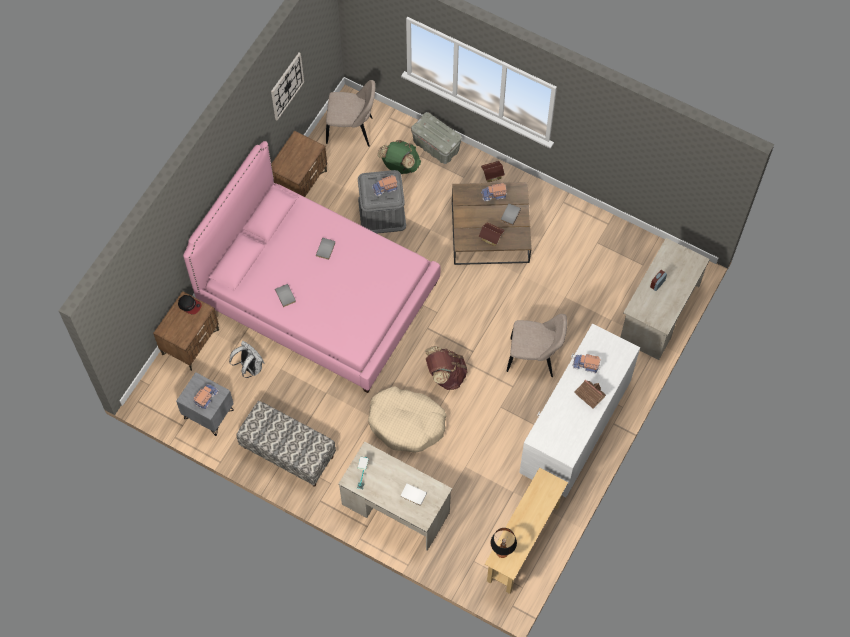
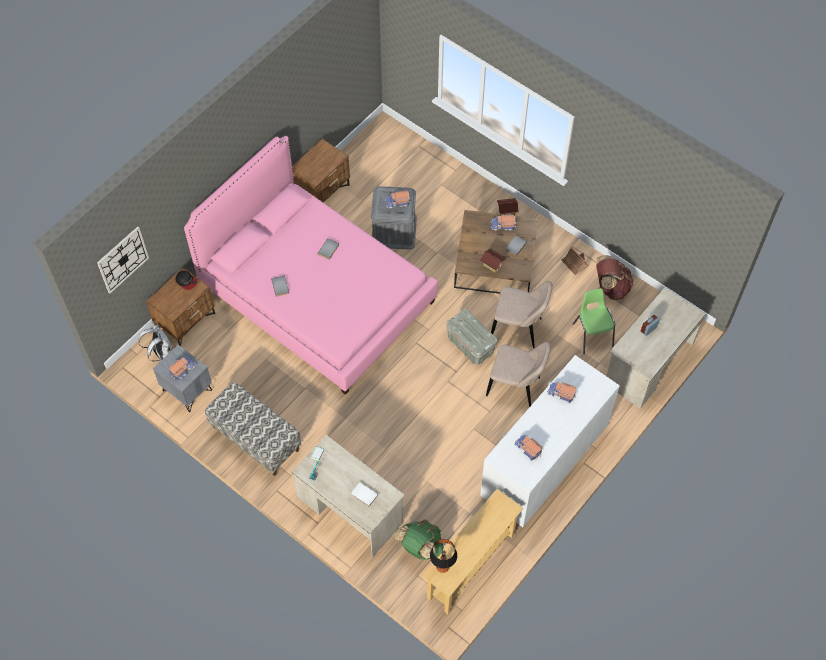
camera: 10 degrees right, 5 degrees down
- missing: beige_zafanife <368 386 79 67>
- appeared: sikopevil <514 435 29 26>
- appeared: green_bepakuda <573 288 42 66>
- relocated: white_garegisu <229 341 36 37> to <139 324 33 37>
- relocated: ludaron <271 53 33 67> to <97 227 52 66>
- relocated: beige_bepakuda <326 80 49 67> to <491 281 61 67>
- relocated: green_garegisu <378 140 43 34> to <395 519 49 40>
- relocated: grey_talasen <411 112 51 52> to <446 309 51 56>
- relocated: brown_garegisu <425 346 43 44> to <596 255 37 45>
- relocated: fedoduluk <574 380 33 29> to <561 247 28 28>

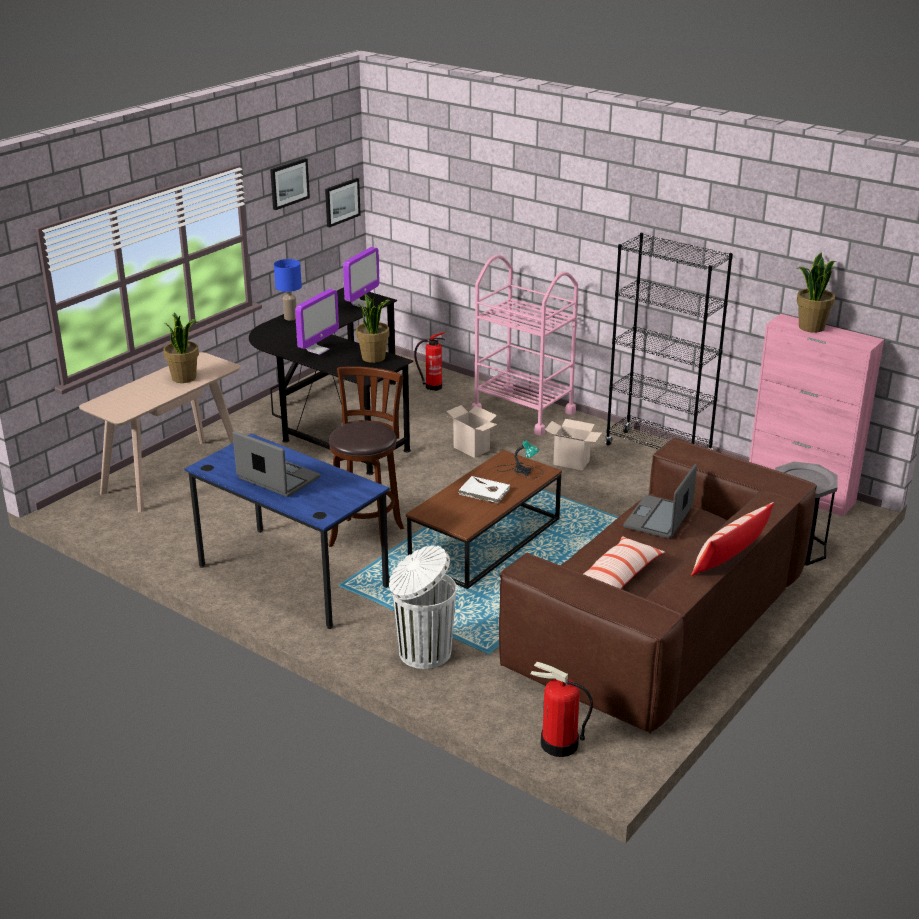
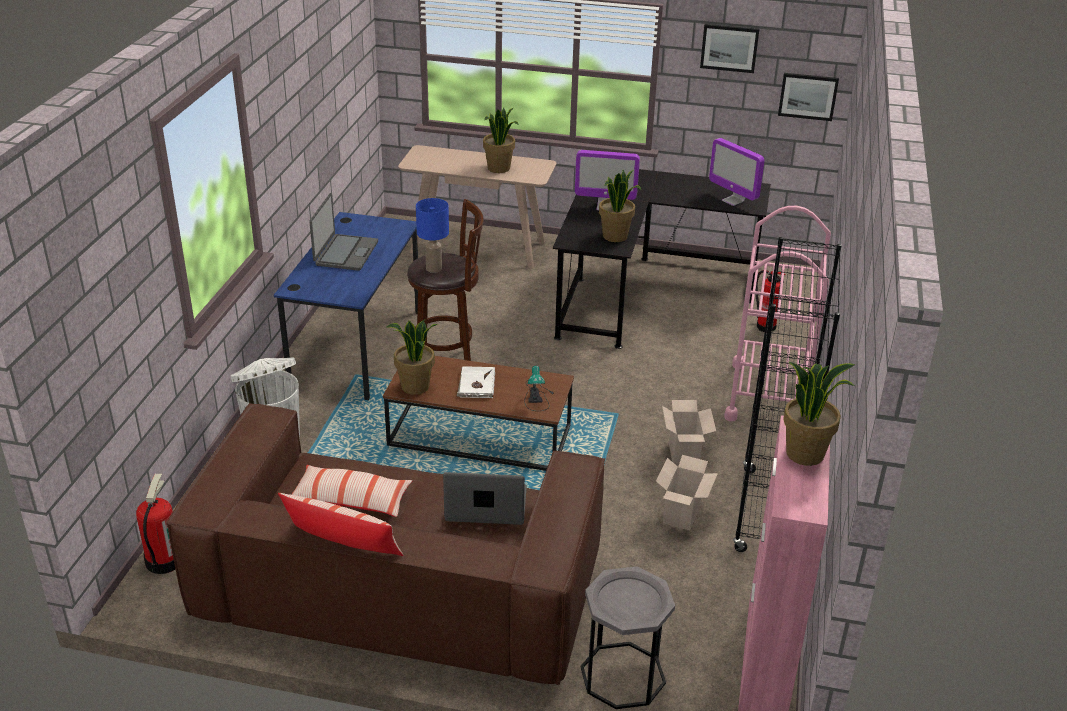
camera: 65 degrees right, 5 degrees up
- appeared: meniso <386 319 52 76>
- relocated: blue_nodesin <274 259 28 61> to <416 198 33 75>
- relocated: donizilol <446 405 52 53> to <656 455 62 75>
- spun: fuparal <343 247 36 61> = <709 138 55 68> 45 degrees clockwise

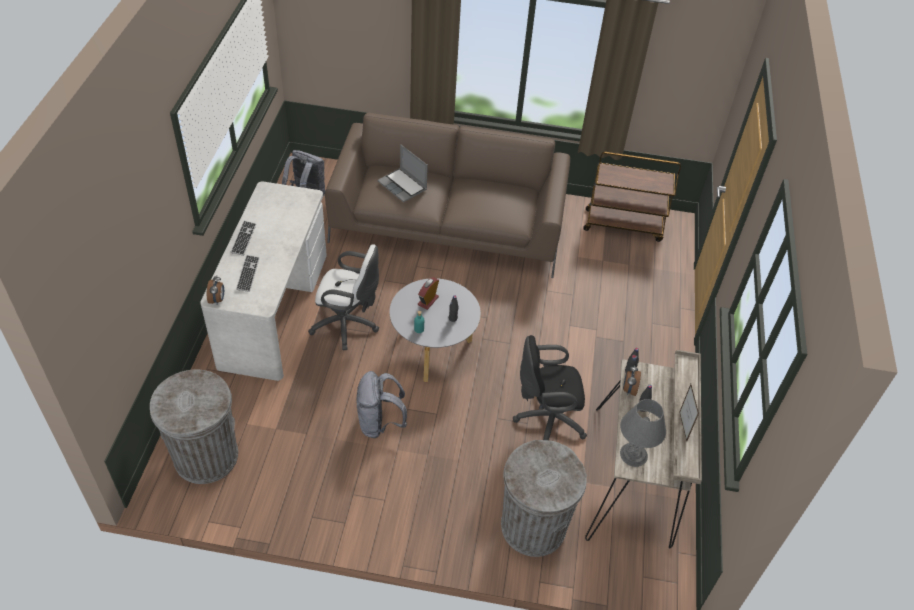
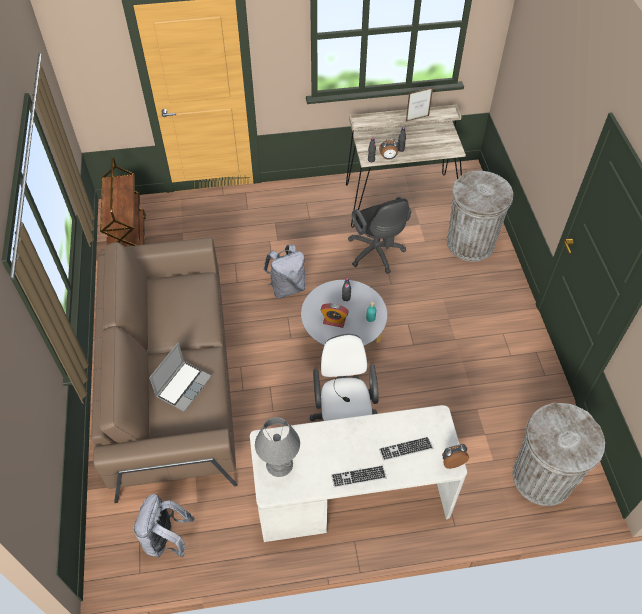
camera: 105 degrees left, 5 degrees up
- relocated: grey_garegisu <357 371 50 67> to <263 245 42 54>
- relocated: grey_nodesin <620 399 46 68> to <255 417 45 60>

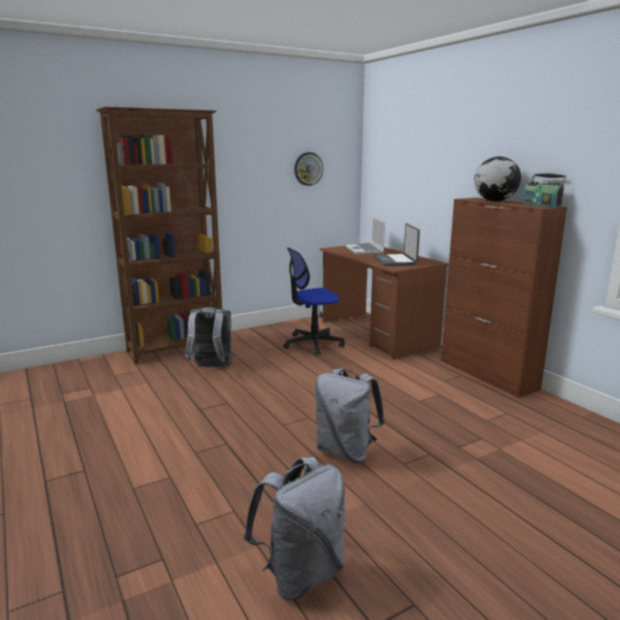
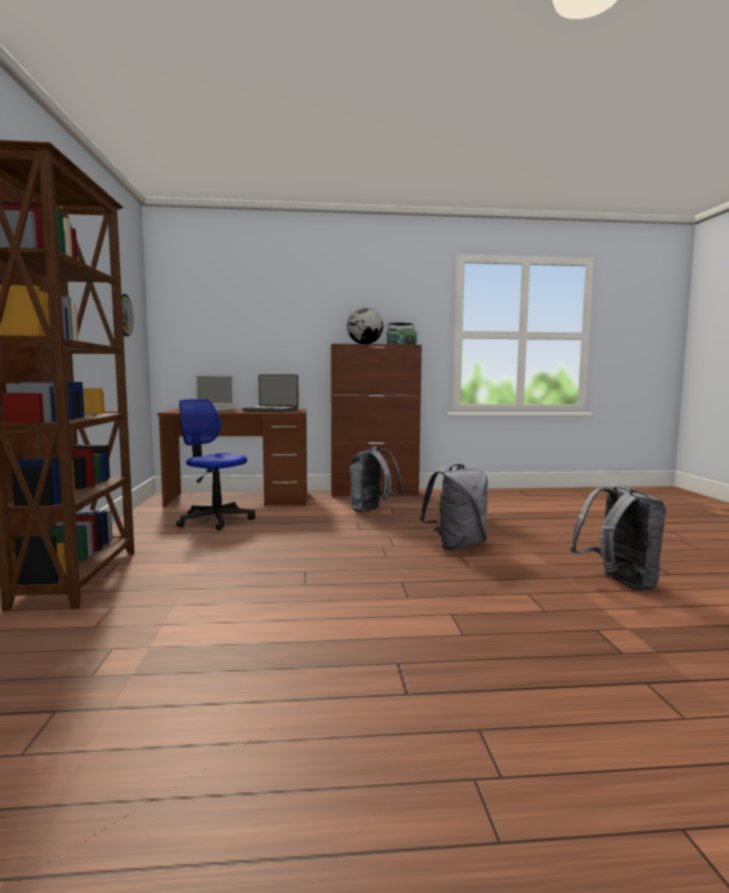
camera: 65 degrees left, 10 degrees down
- relocated: grey_garegisu <185 307 48 60> to <350 446 53 67>
- spun: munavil <283 247 62 109> = <176 399 79 131> 120 degrees clockwise

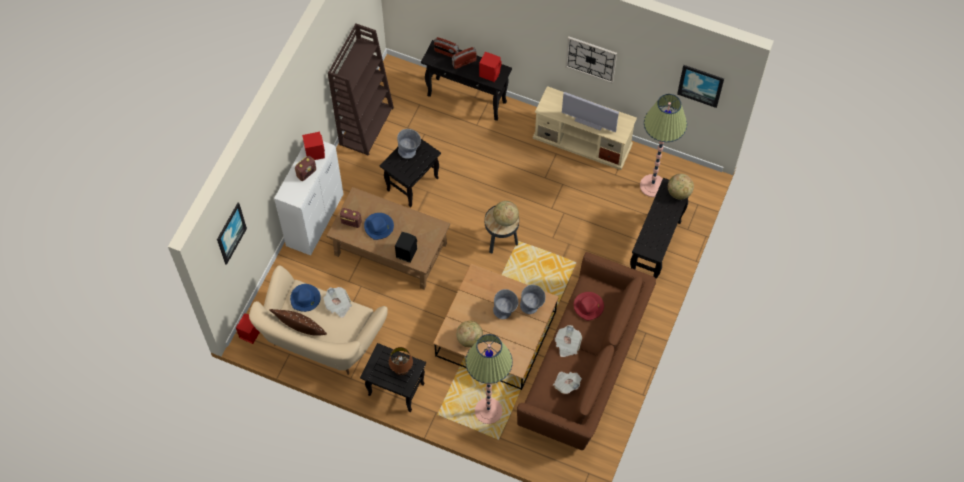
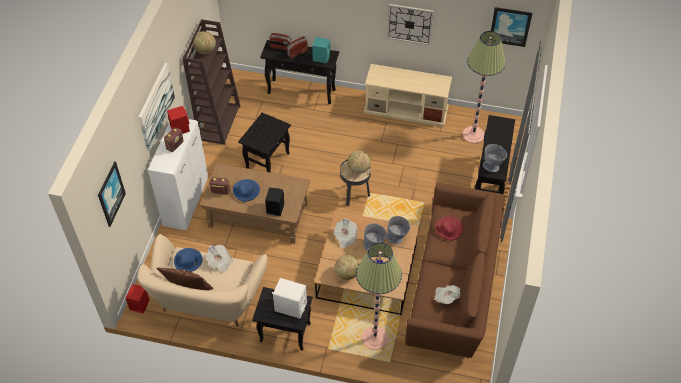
camera: 10 degrees left, 10 degrees down
- missing: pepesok <562 92 57 40>
- appeared: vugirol <139 63 36 88>
- relocated: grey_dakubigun <397 129 24 30> to <483 144 24 28>
- relocated: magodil <555 325 27 32> to <334 218 24 30>
- relocated: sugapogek <668 174 26 26> to <193 31 23 23>
- exchanged: brown_nodesin <389 347 24 28> to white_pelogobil <272 278 35 41>
- colour: red_pelogobil <479 52 23 30> to turquoise_pelogobil <312 37 19 27>

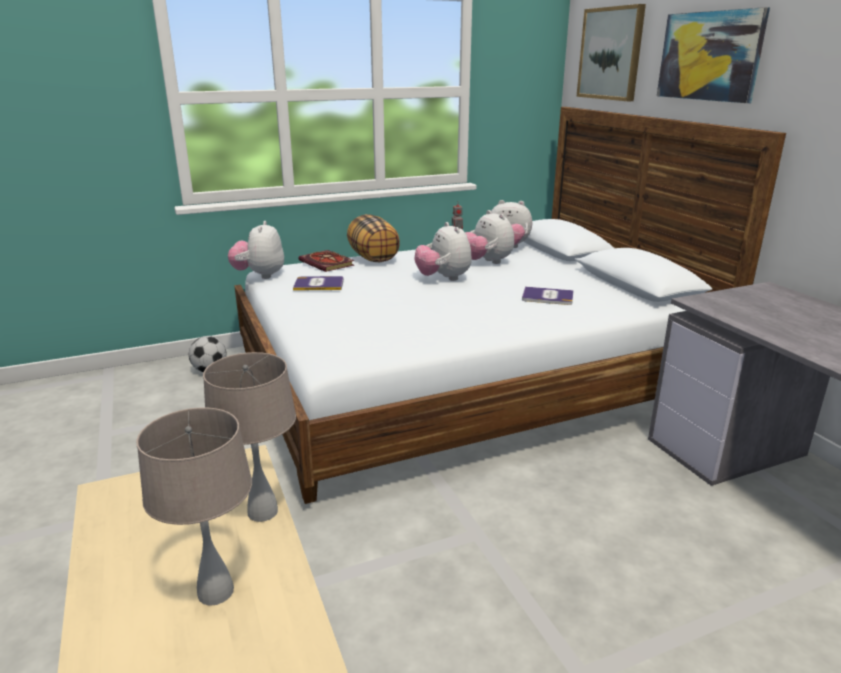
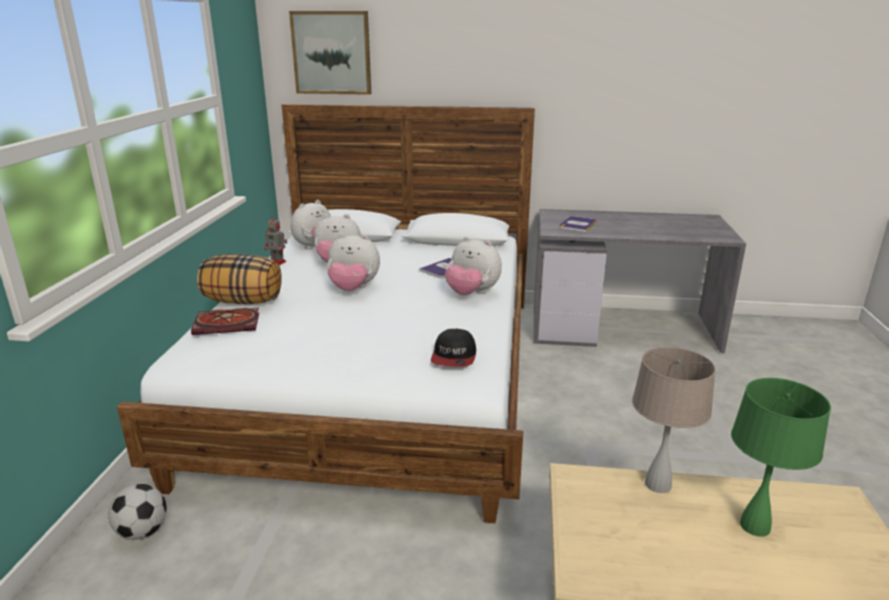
camera: 60 degrees left, 0 degrees up
- missing: vugirol <657 7 113 96>
- appeared: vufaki <431 329 45 38>
- relocated: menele <228 221 56 58> to <445 237 57 58>
- relocated: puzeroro <293 276 51 15> to <559 216 39 16>
- colour: beige_nodesin <136 407 116 199> to green_nodesin <731 378 100 159>

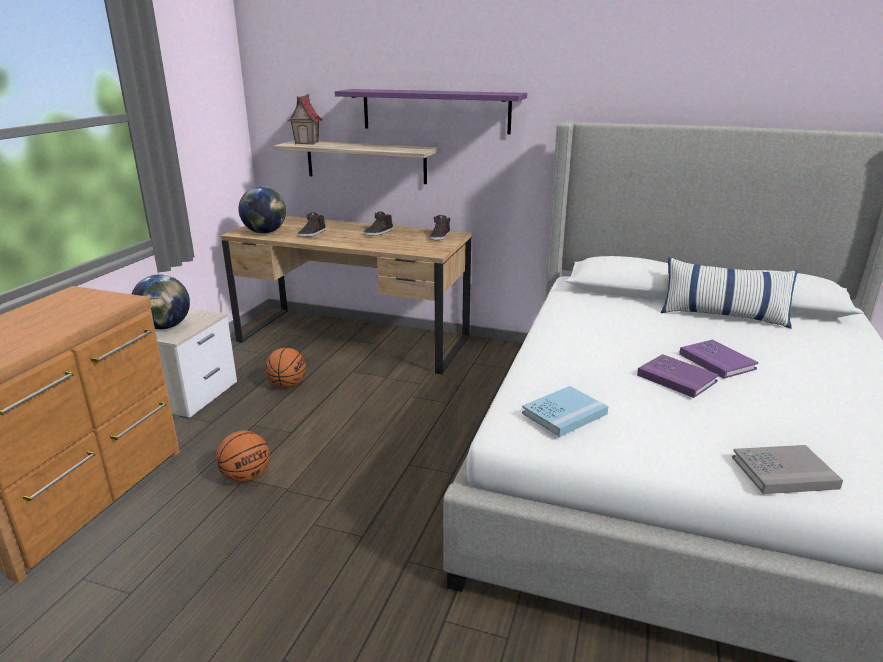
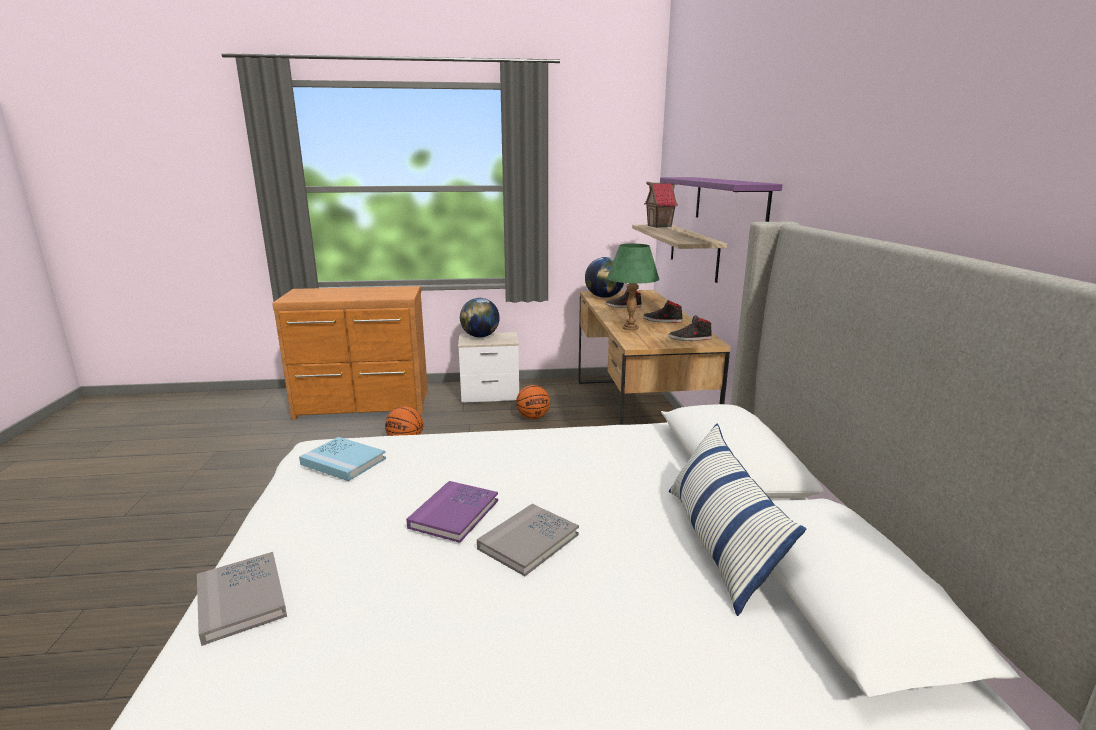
camera: 65 degrees right, 5 degrees down
- appeared: green_nodesin <607 244 52 86>
- colour: purple_puzeroro <679 340 79 39> to grey_puzeroro <477 504 102 72>

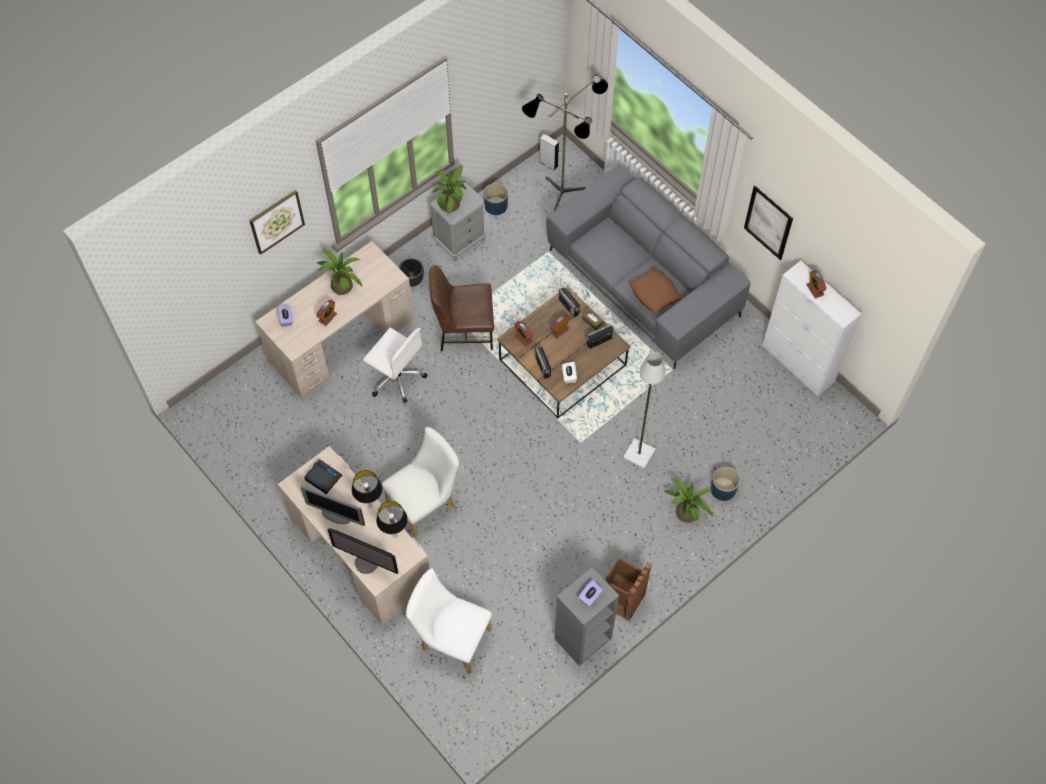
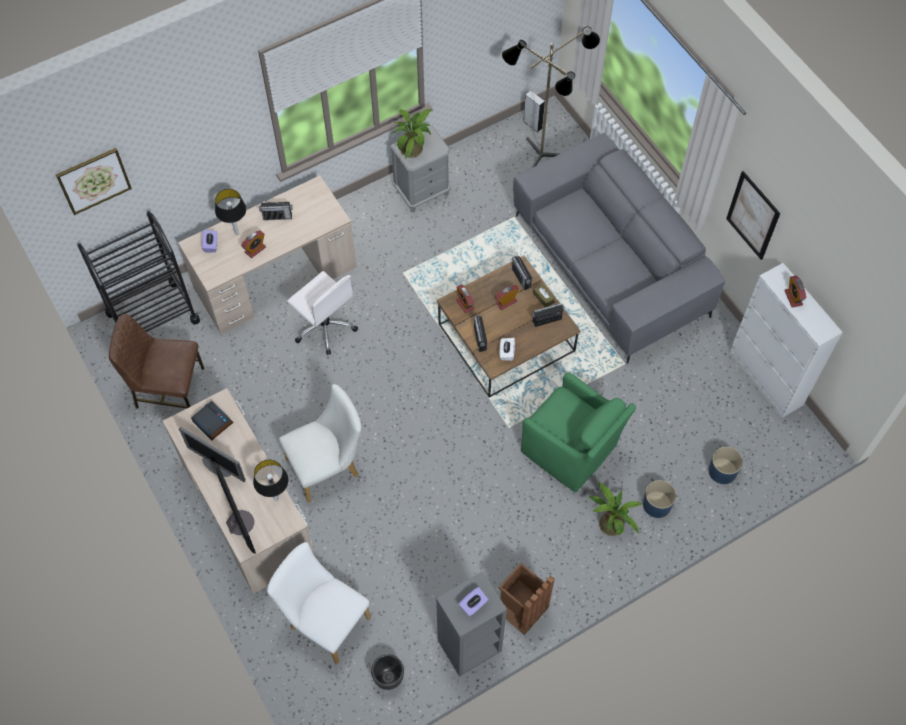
camera: 10 degrees right, 0 degrees up
- missing: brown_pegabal <629 267 52 47>
- appeared: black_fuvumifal <78 212 122 120>
- relocated: vugirol <249 190 56 65> to <56 148 76 67>
- relocated: nodesin <352 470 30 38> to <215 189 31 46>
- relocated: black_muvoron <399 258 25 29> to <371 654 33 36>
- relocated: brown_bepakuda <429 265 65 86> to <109 314 95 95>
- relocated: blue_muvoron <484 183 24 32> to <708 447 35 37>
- exchanged: meniso <317 248 45 47> to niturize <259 201 34 19>
- exchanged: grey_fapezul <623 352 42 117> to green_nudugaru <521 372 115 120>
- spun: fuparal <327 528 71 46> = <216 465 40 88> 150 degrees counterclockwise

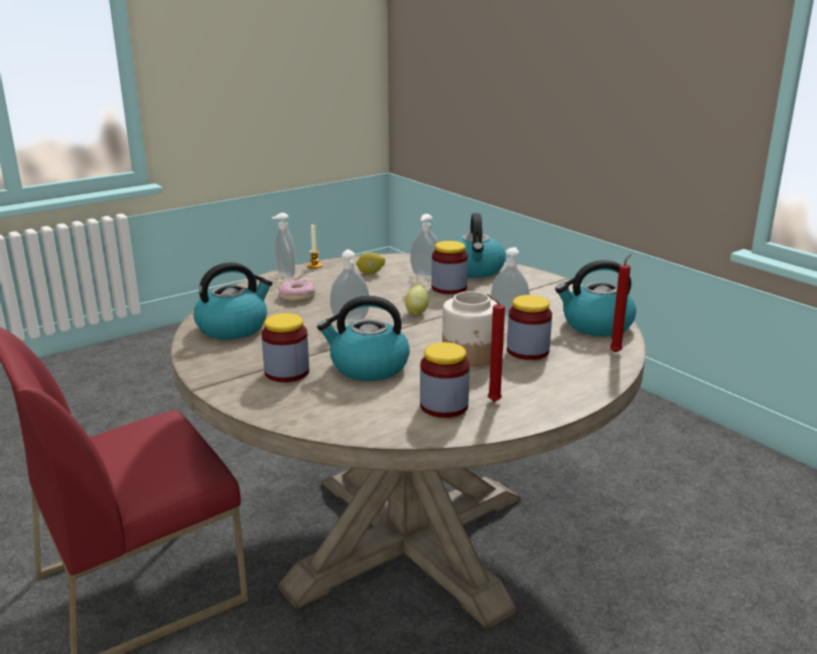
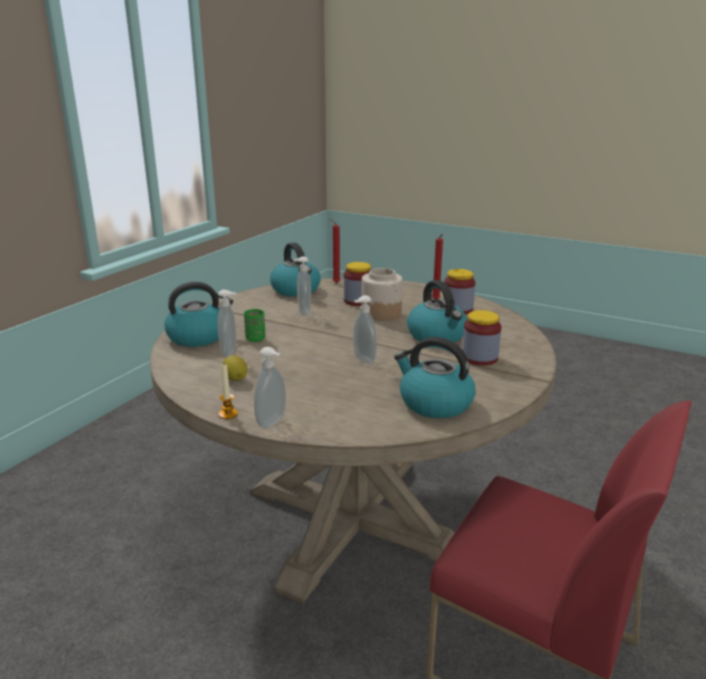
camera: 115 degrees left, 0 degrees up
- missing: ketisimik <278 280 37 22>
- missing: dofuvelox <405 284 24 32>
- exchanged: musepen <432 241 36 53> to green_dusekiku <244 309 21 33>

